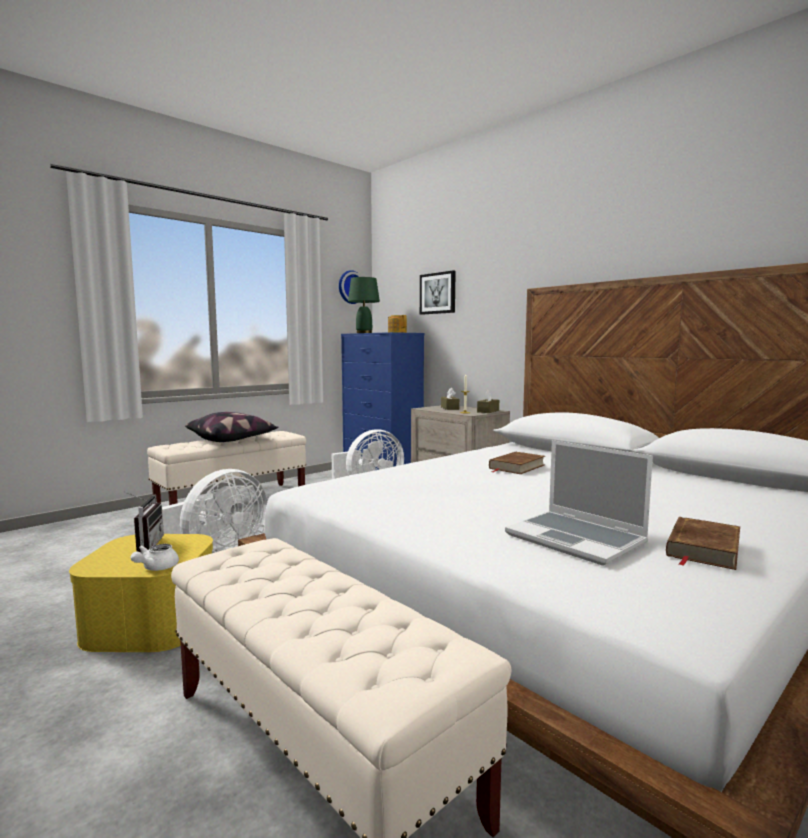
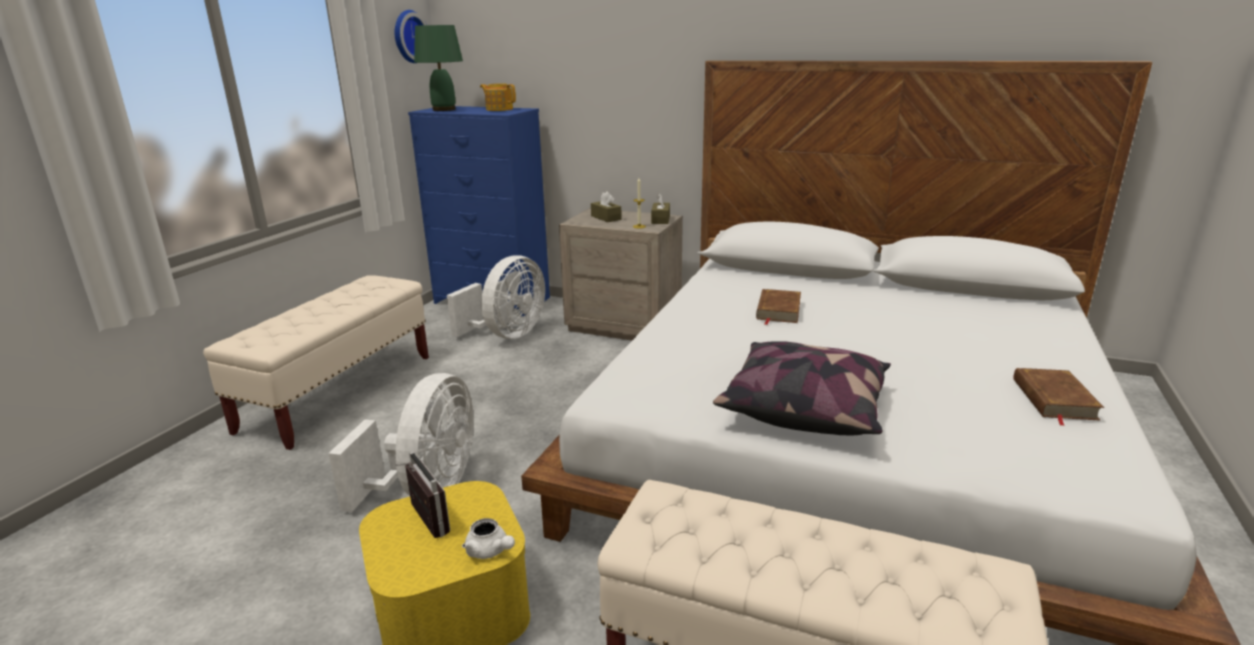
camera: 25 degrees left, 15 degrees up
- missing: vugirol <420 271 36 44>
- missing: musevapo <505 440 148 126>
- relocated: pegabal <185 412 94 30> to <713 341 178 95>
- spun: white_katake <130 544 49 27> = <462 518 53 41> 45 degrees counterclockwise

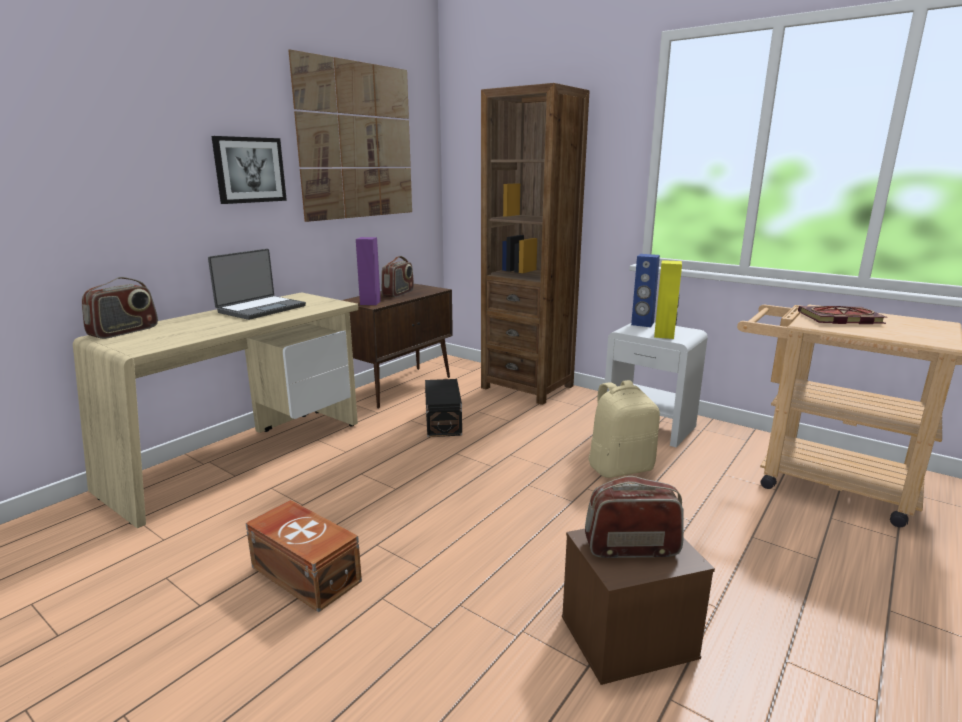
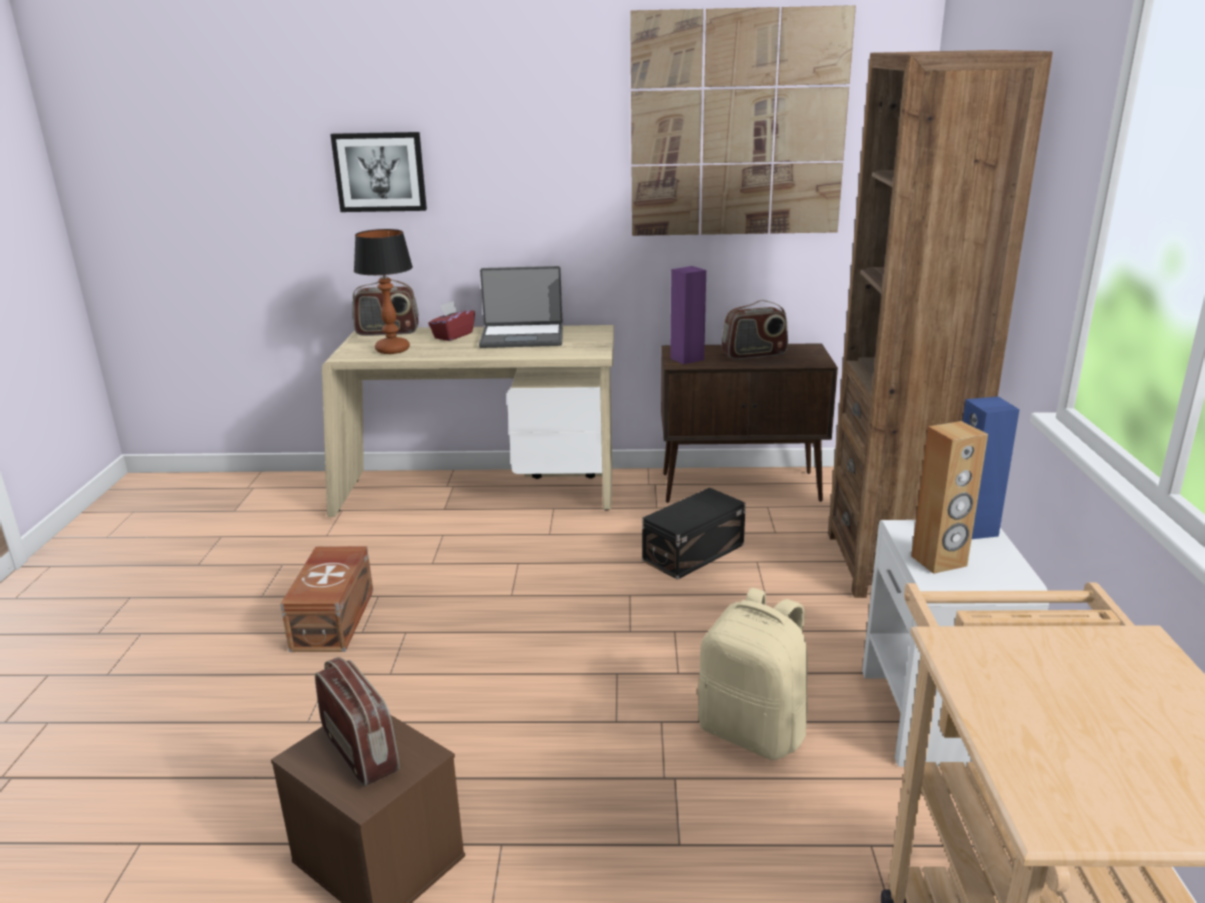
camera: 55 degrees right, 5 degrees up
- missing: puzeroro <798 306 88 18>
- appeared: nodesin <354 229 59 125>
- appeared: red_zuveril <428 301 47 40>
- relocated: vugirol <211 136 76 68> to <330 132 97 80>
- colour: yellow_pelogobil <654 260 28 79> to brown_pelogobil <911 421 77 153>

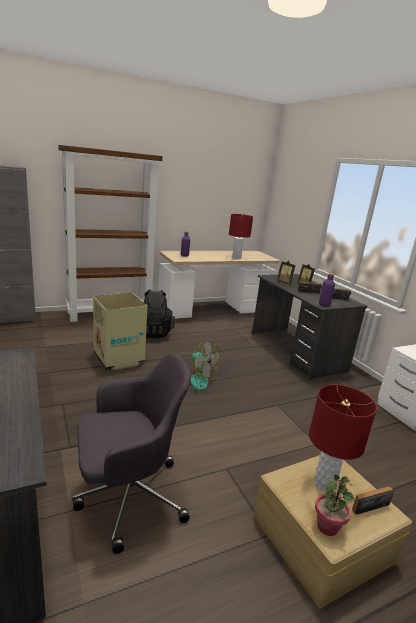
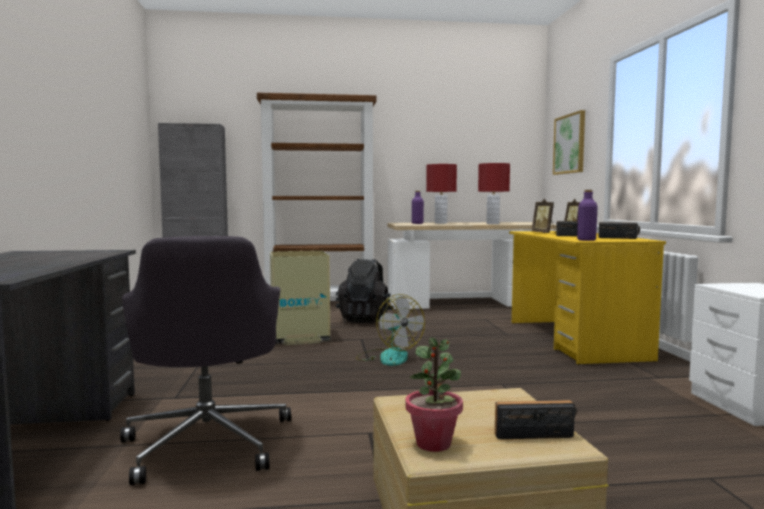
camera: 20 degrees right, 15 degrees down
- appeared: vugirol <553 110 32 65>
- relocated: red_nodesin <309 384 68 108> to <426 164 31 60>
- colour: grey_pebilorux <252 274 115 105> to yellow_pebilorux <509 231 157 134>
- spun: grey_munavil <72 353 119 201> = <120 236 171 250> 75 degrees clockwise

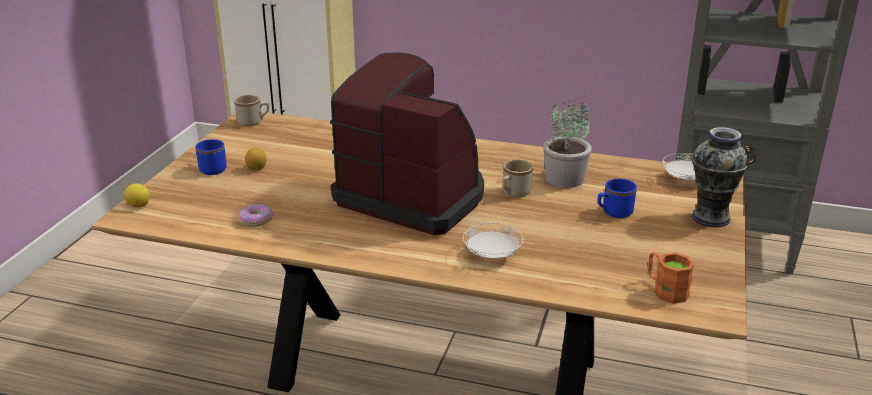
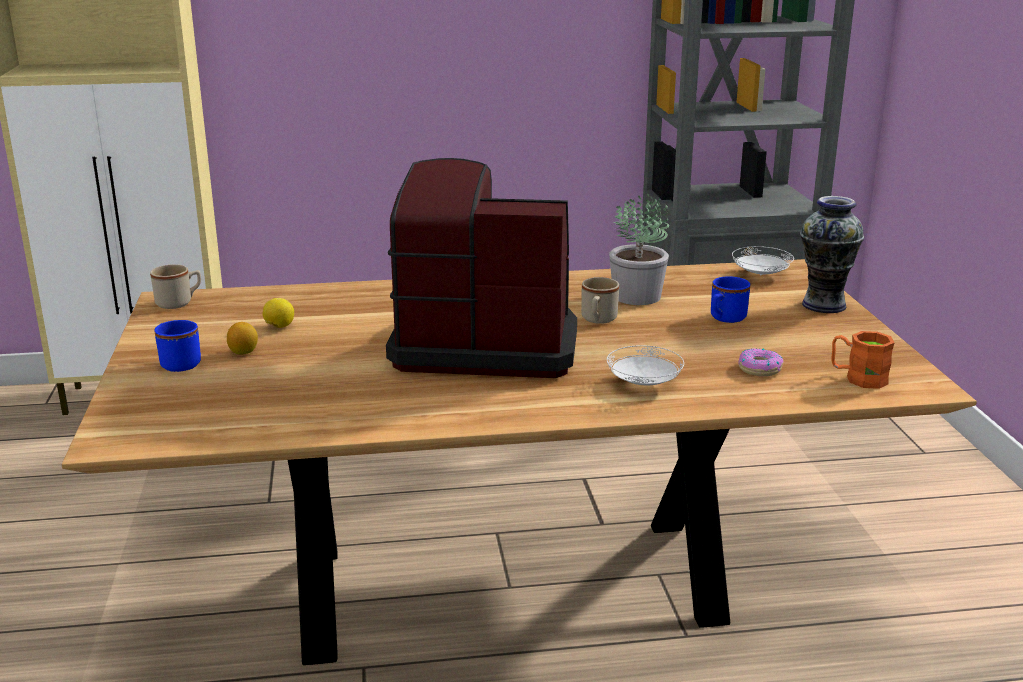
camera: 25 degrees left, 5 degrees down
- relocated: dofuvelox <124 183 26 25> to <262 298 32 30>
- relocated: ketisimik <238 204 36 23> to <738 348 45 28>

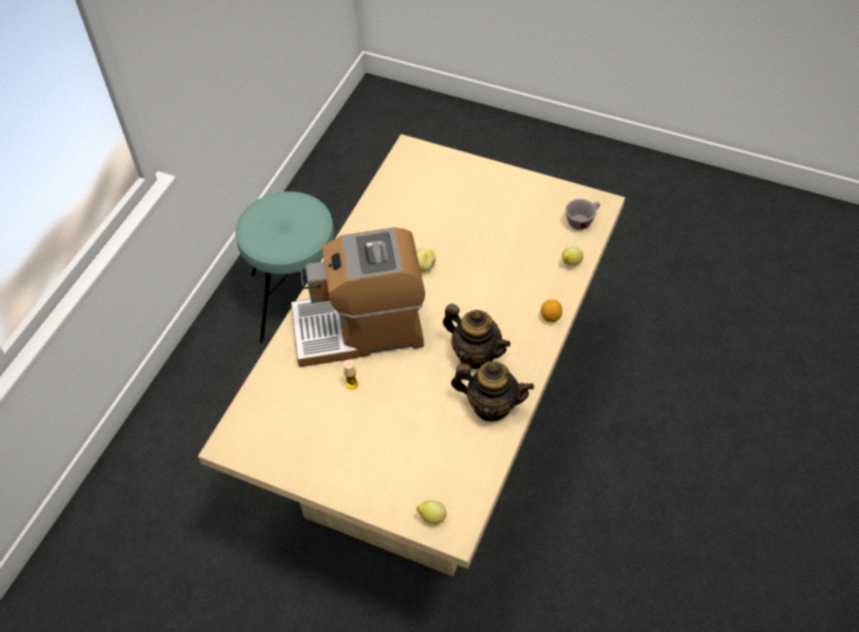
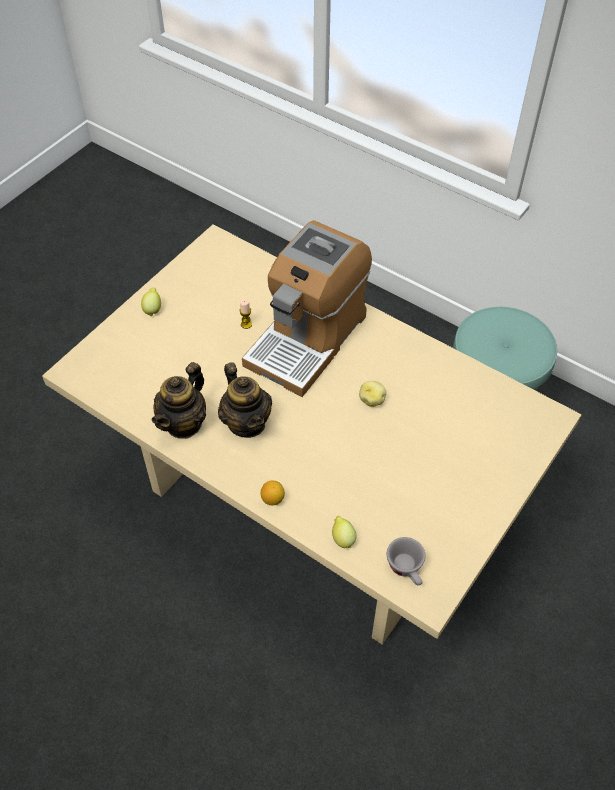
camera: 100 degrees right, 0 degrees up
- relocated: dofuvelox <416 500 31 24> to <141 288 20 28>
- spun: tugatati <291 227 134 140> = <242 220 130 177> 150 degrees counterclockwise
- spun: katake <443 304 68 65> = <218 362 54 76> 75 degrees counterclockwise

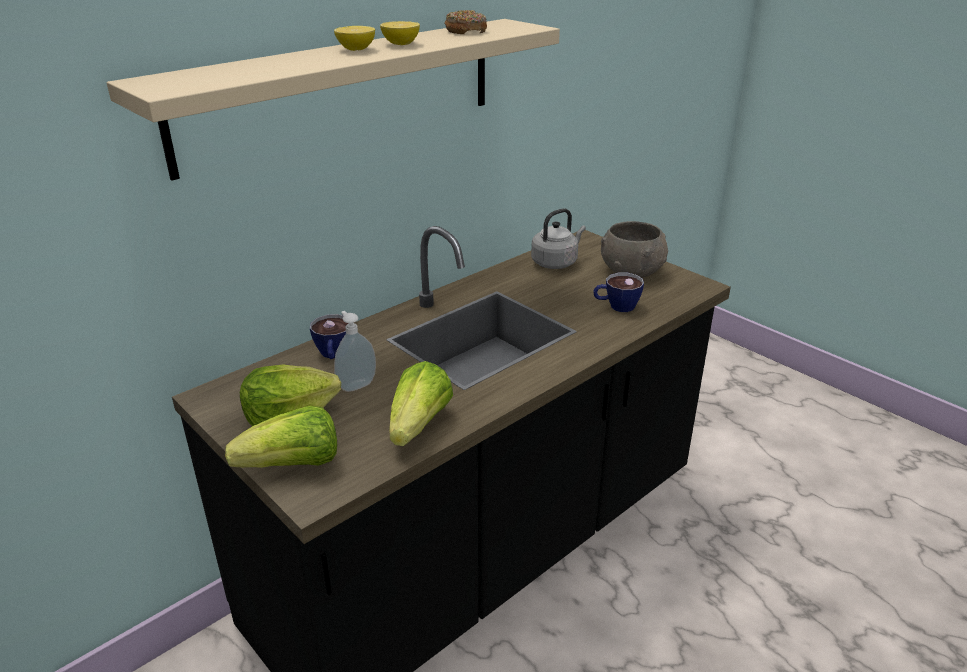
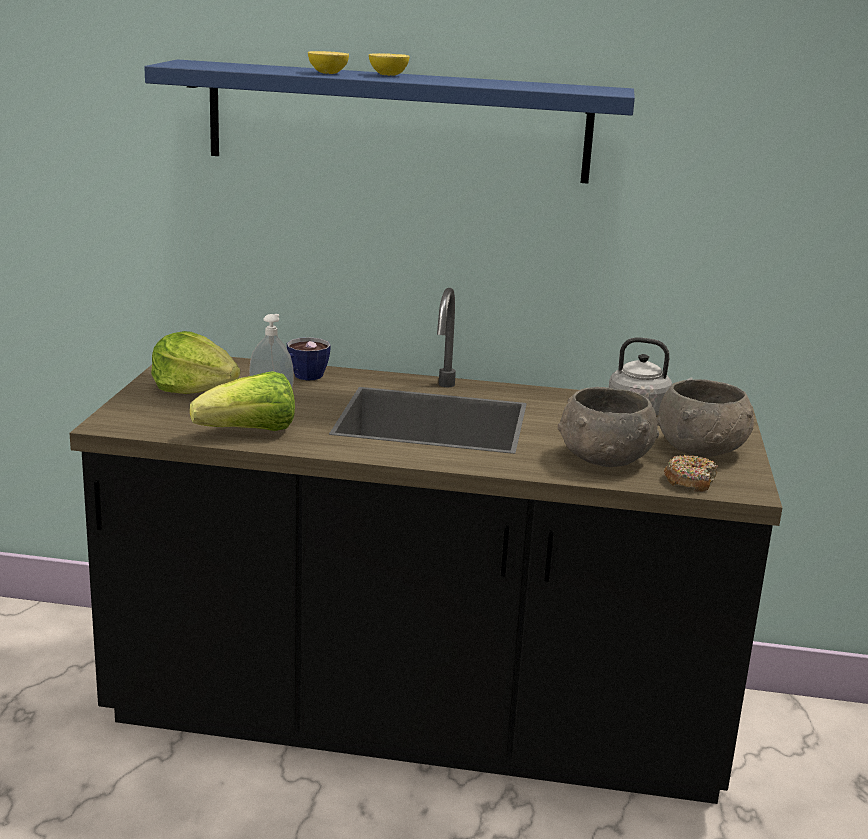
camera: 50 degrees right, 10 degrees down
- missing: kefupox <225 406 112 62>
- relocated: dofuvelox <380 21 40 24> to <308 51 41 23>
- relocated: ketisimik <444 10 43 24> to <664 455 54 37>
- exchanged: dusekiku <593 273 51 39> to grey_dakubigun <557 387 102 80>
- colour: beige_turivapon <107 19 453 162> to blue_turivapon <144 59 491 125>

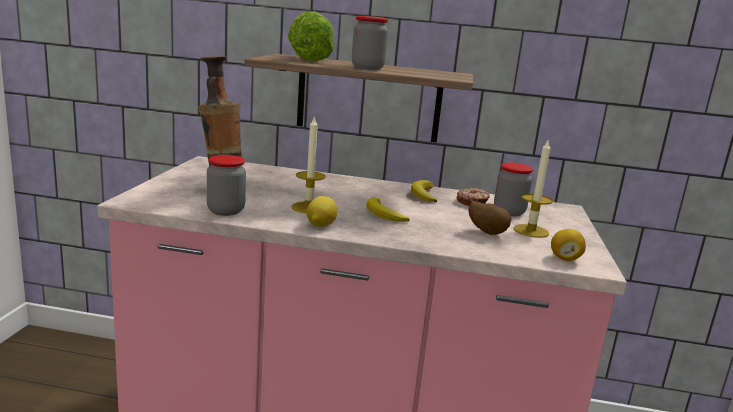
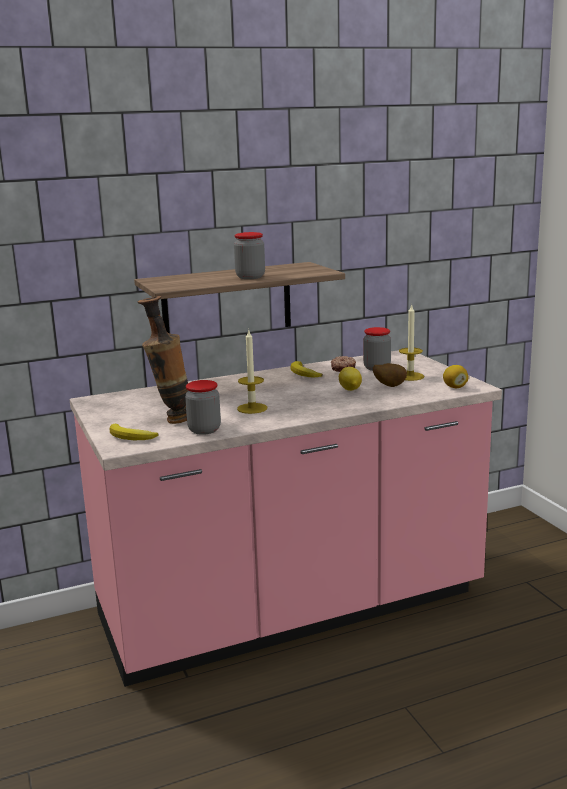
camera: 30 degrees left, 0 degrees up
- missing: kefupox <288 11 46 50>
- relocated: dofuvelox <307 196 31 31> to <339 367 23 24>
- relocated: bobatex <367 197 42 25> to <110 424 49 16>

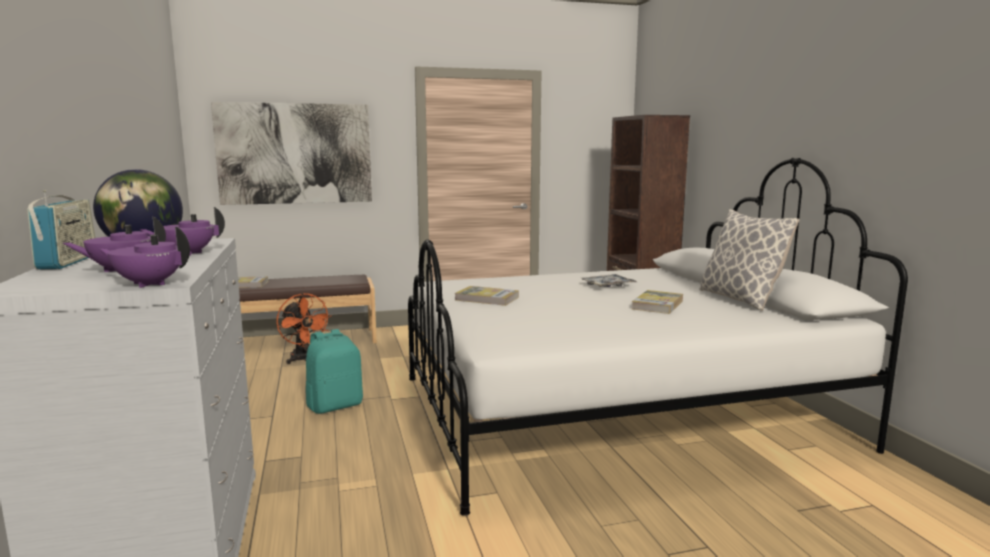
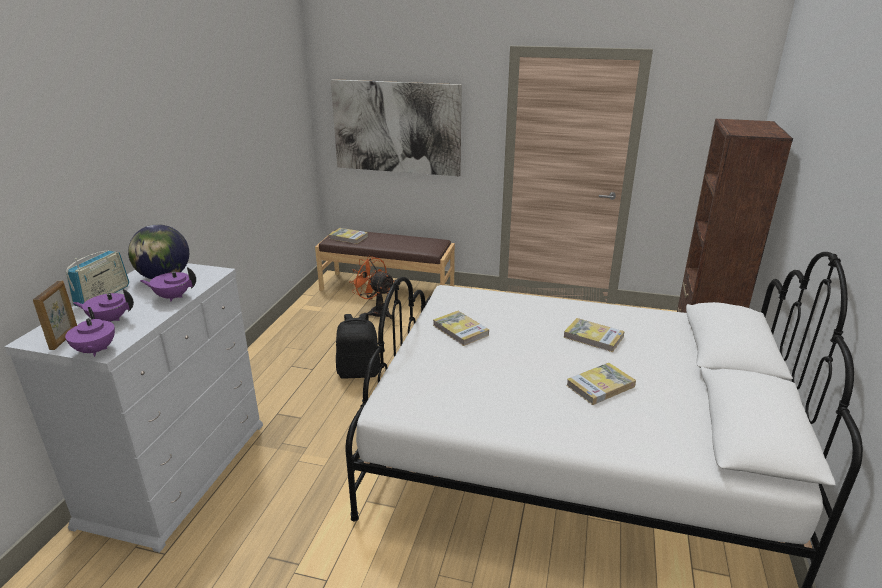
camera: 30 degrees right, 15 degrees up
- missing: pegabal <699 209 100 102>
- appeared: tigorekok <33 281 44 69>
- exchanged: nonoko <582 274 55 13> to puzeroro <563 318 61 34>
- colour: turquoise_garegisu <306 329 57 85> to black_garegisu <336 313 44 66>
- spun: purple_katake <99 227 91 61> = <65 307 50 50> 150 degrees counterclockwise
- spun: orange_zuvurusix <276 293 55 71> = <349 256 45 63> 135 degrees clockwise

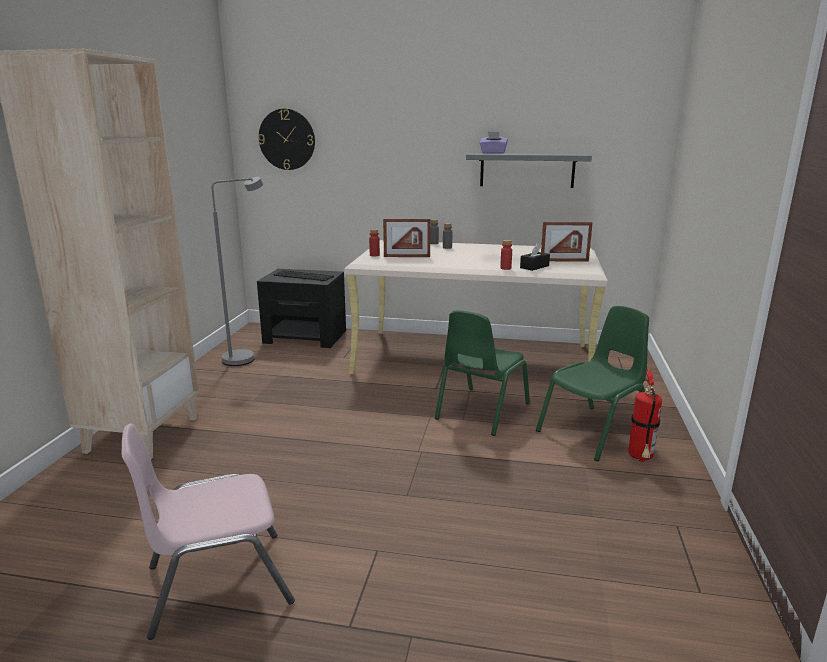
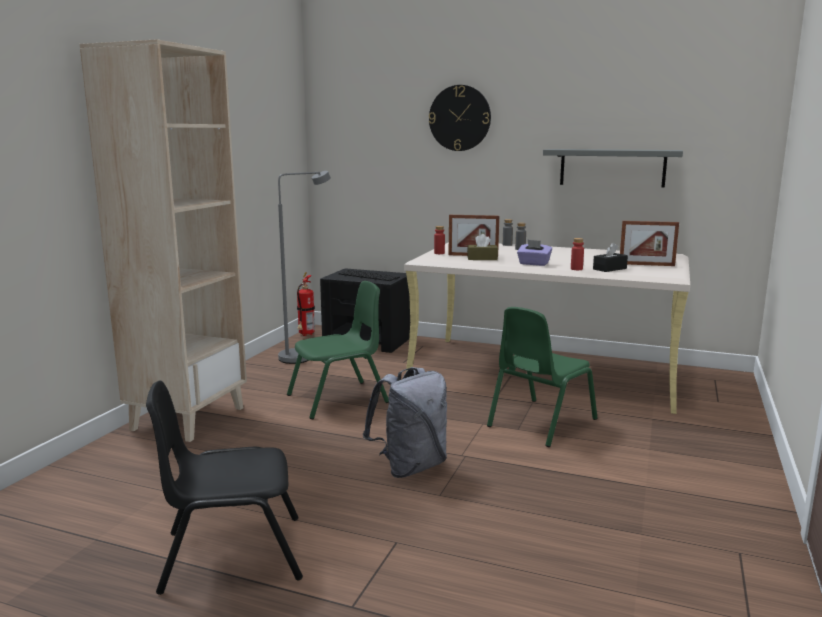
camera: 10 degrees right, 5 degrees down
- appeared: grey_garegisu <363 367 84 111>
- appeared: brown_zuveril <467 234 31 26>
- relocated: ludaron <258 109 57 61> to <429 85 62 66>
- relocated: purple_zuveril <480 132 28 22> to <517 239 35 27>
- relocated: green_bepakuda <536 306 113 155> to <287 281 102 138>
- relocated: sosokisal <628 368 34 94> to <297 272 18 64>
- colour: pink_bepakuda <122 423 173 217> to black_bepakuda <146 380 157 215>

